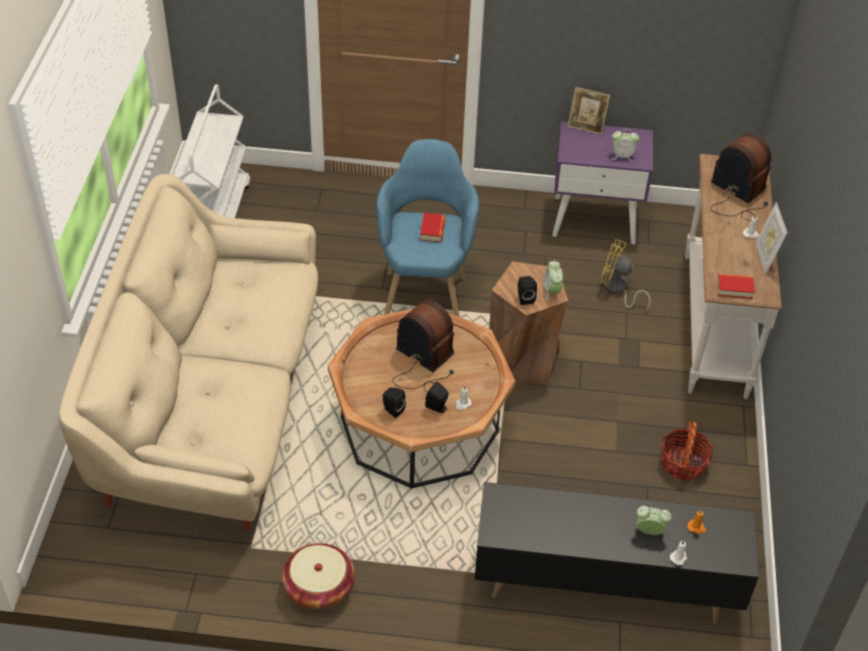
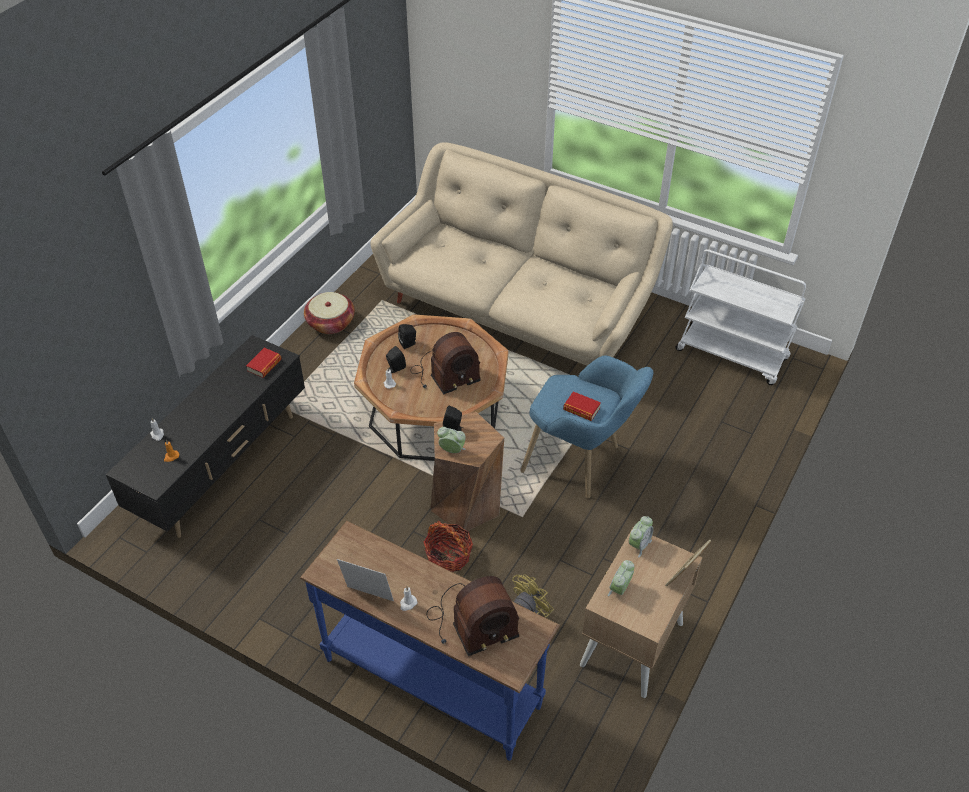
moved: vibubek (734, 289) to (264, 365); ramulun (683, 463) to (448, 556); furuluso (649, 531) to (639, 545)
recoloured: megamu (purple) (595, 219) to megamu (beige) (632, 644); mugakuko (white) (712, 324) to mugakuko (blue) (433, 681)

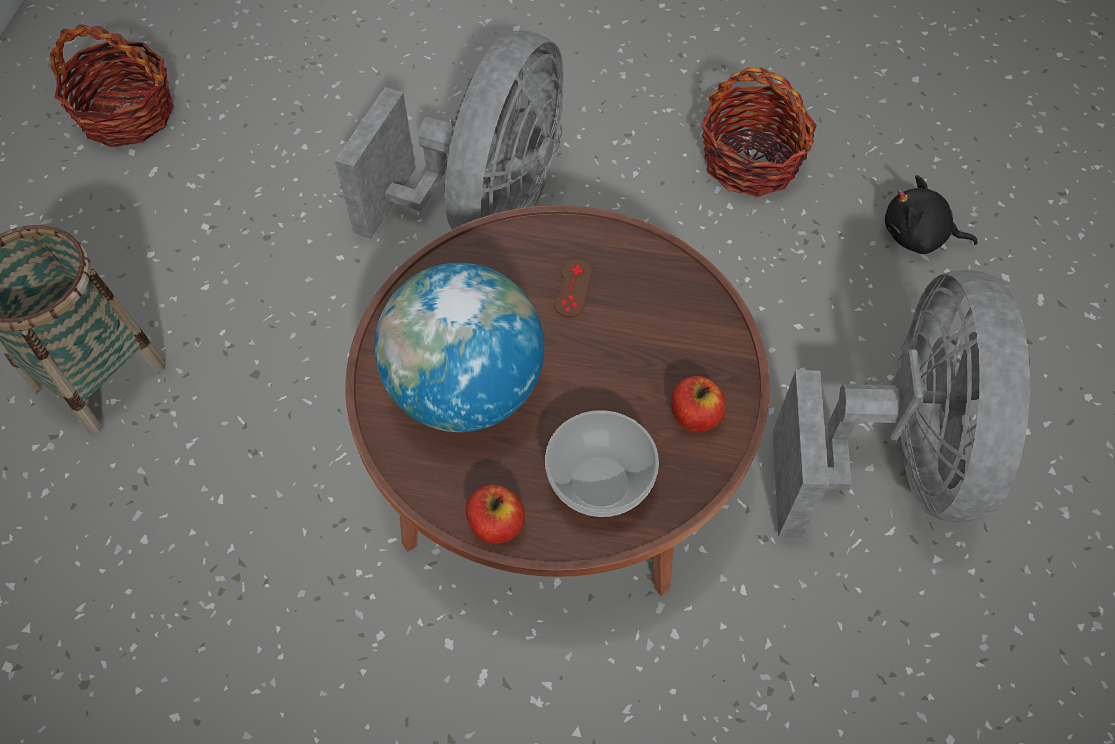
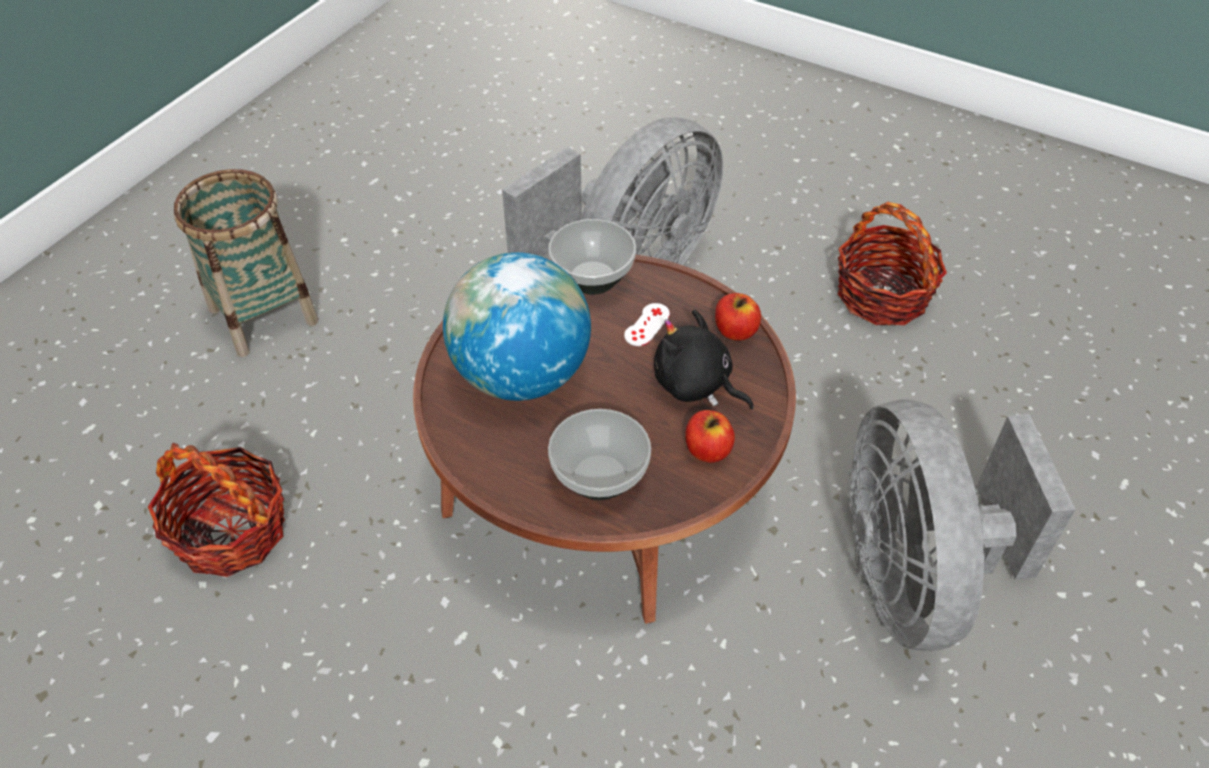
added: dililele (593, 278)
moved: ramulun (127, 115) to (230, 531); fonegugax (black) (918, 236) to (695, 385); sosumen (496, 524) to (735, 331)
recoloured: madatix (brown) (573, 288) to madatix (white) (647, 325)
turned: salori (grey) (890, 458) = (913, 576) 150 degrees clockwise

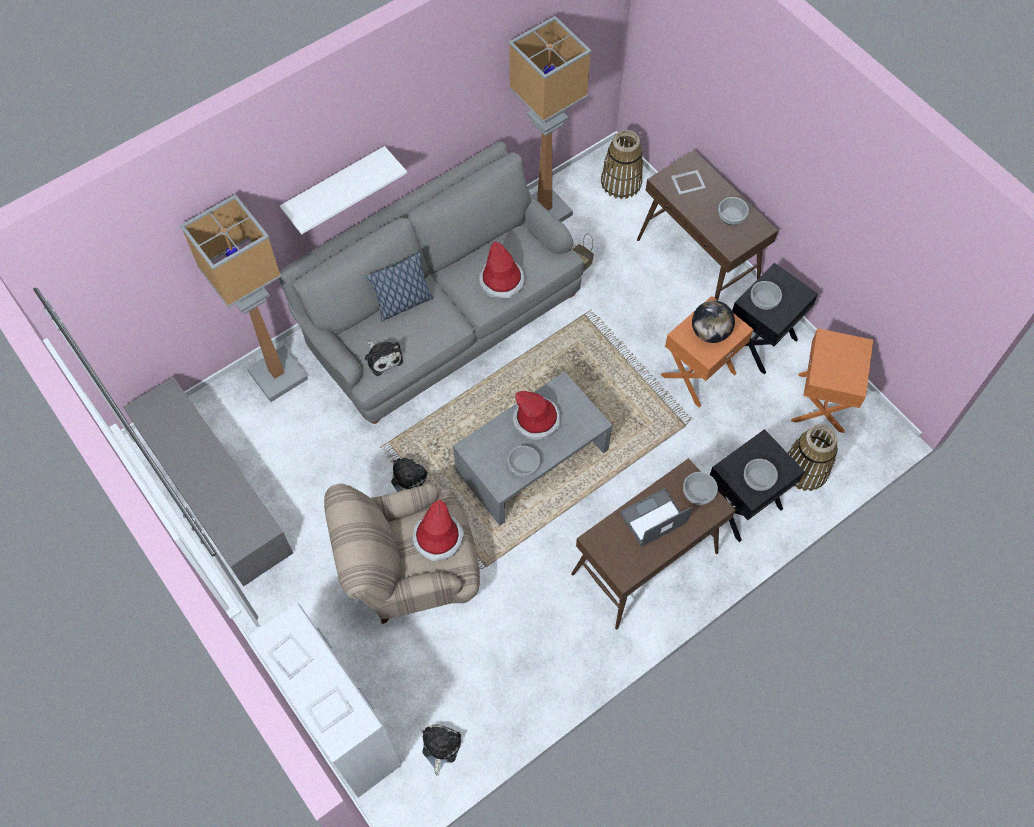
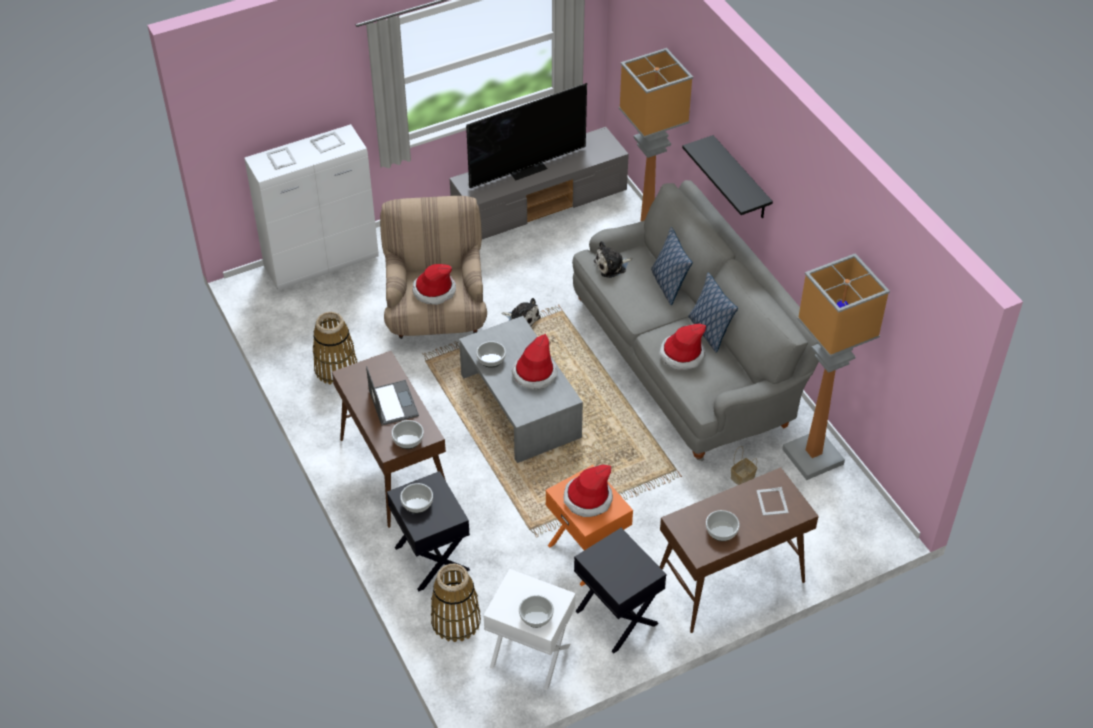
removed: fonegugax (440, 747)
added: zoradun (527, 168); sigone (709, 331)
moved: ramulun (621, 183) to (336, 368); dililele (764, 300) to (535, 616)
replaced: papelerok (710, 332) to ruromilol (588, 499)
recoloured: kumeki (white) (335, 186) to kumeki (black) (741, 179); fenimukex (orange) (822, 403) to fenimukex (white) (529, 656)

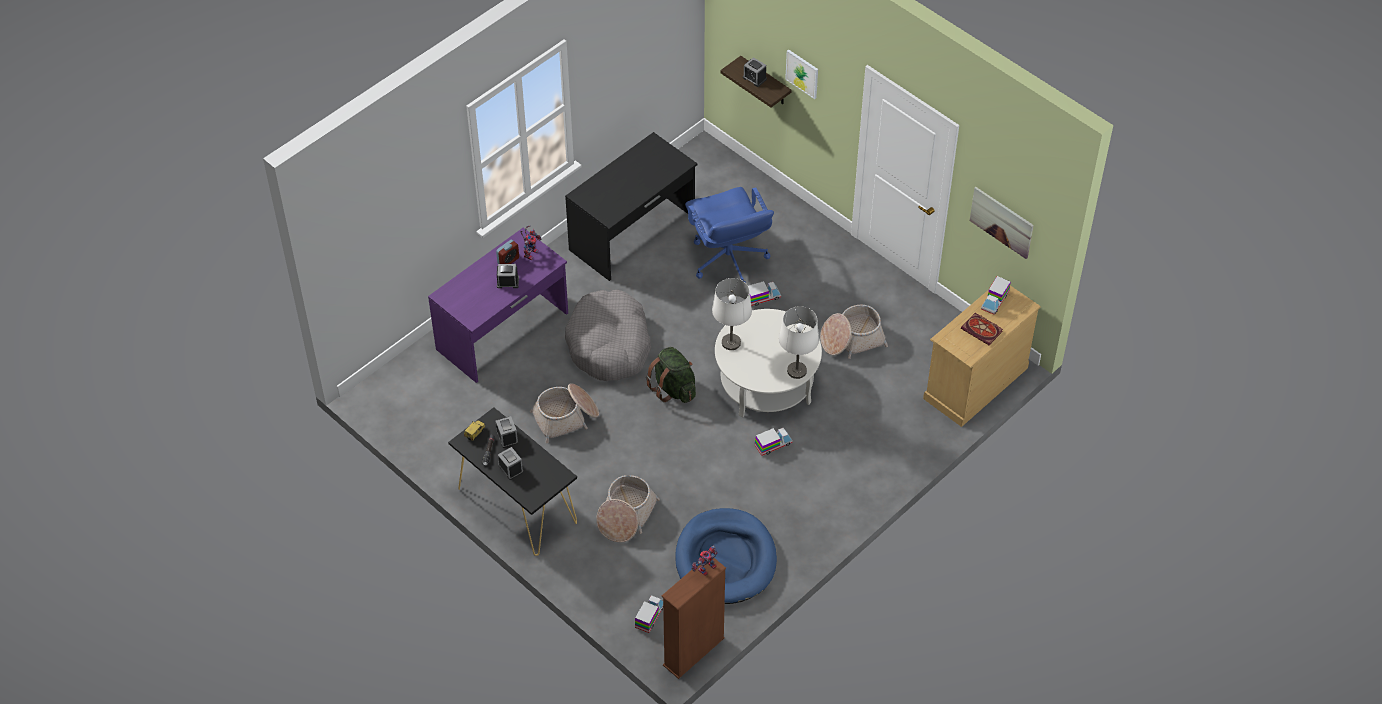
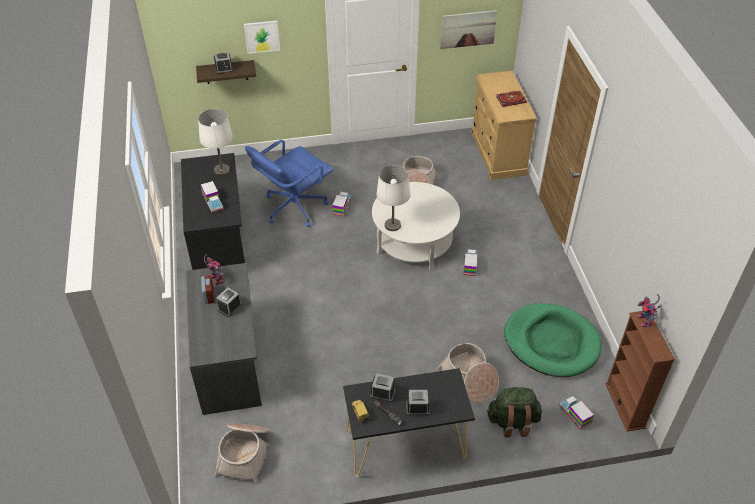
removed: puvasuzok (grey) (609, 345)
moved: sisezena (994, 301) to (213, 202); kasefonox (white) (796, 371) to (222, 170); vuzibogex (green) (673, 388) to (512, 422); ramulun (566, 417) to (245, 454)
recoloured: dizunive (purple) (503, 332) to dizunive (grey) (230, 361); puvasuzok (blue) (725, 559) to puvasuzok (green) (551, 342)
turned: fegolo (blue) (728, 260) = (294, 207) 120 degrees clockwise

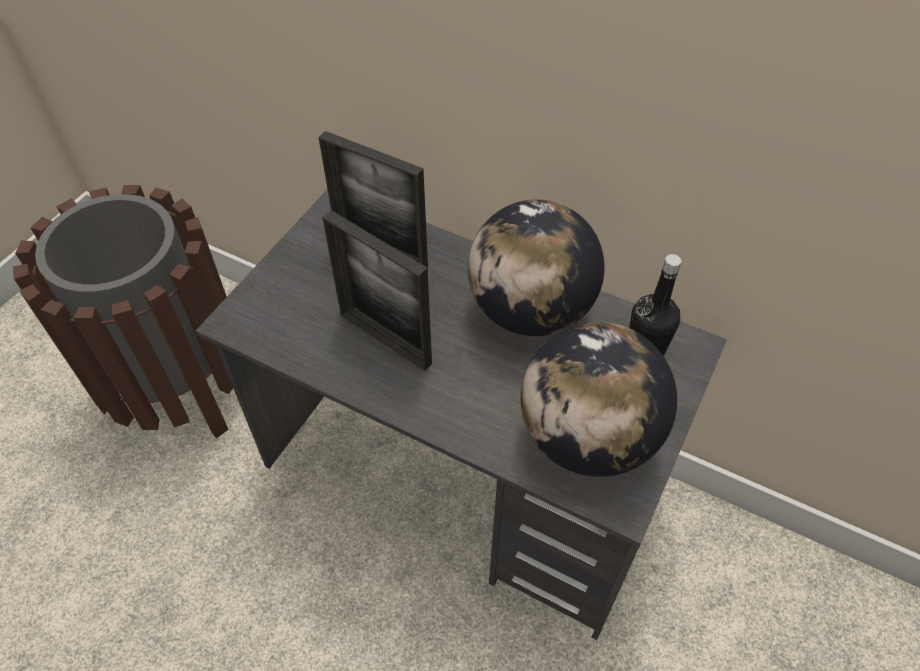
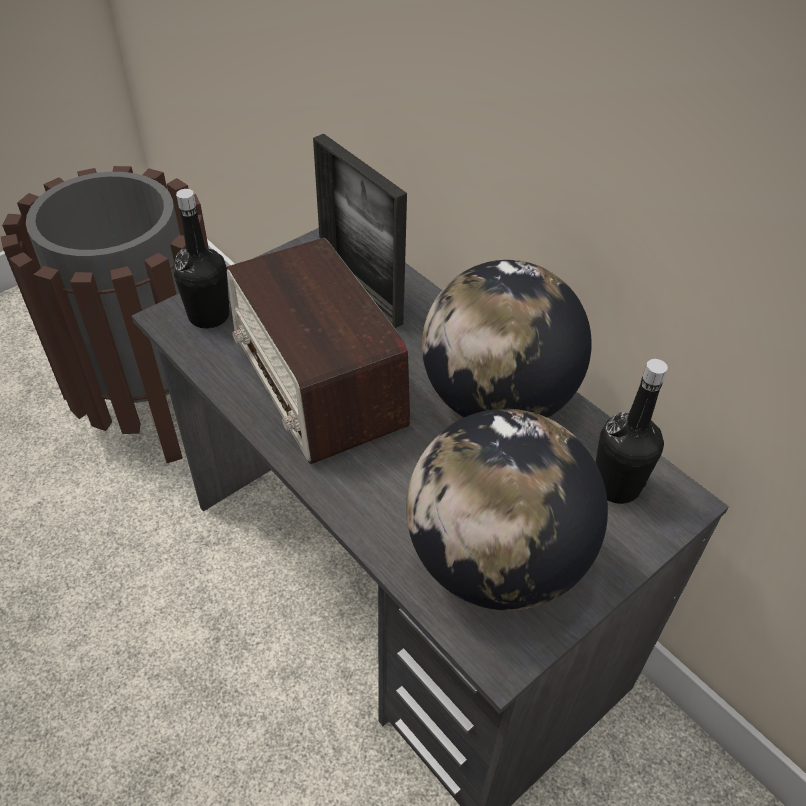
added: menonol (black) (209, 316)
replaced: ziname (385, 339) to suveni (318, 381)

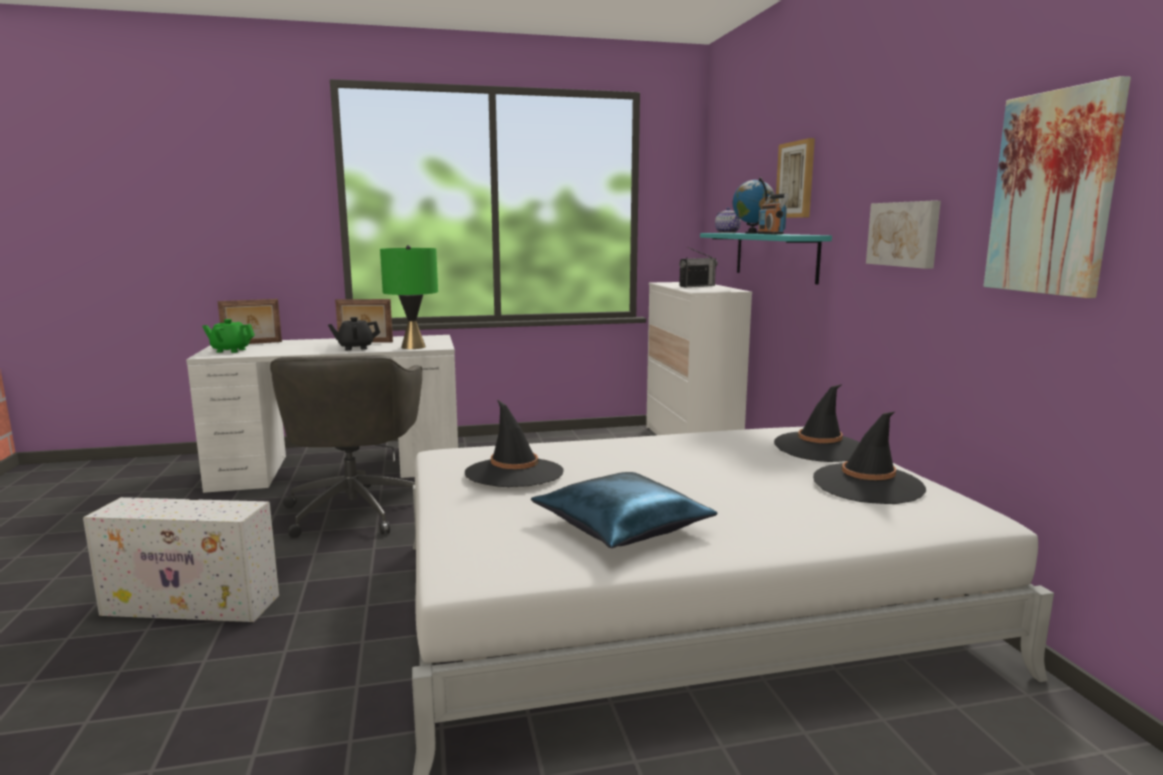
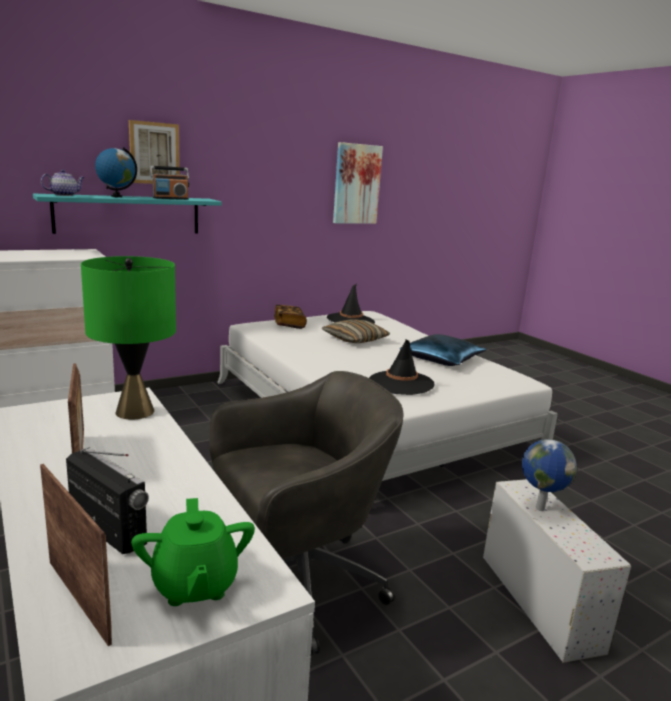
removed: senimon (904, 234); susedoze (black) (355, 348)
added: sigone (355, 339); papelerok (539, 508)
moved: suveni (697, 286) to (107, 529)
replaced: ruromilol (black) (819, 447) to vibubek (289, 324)

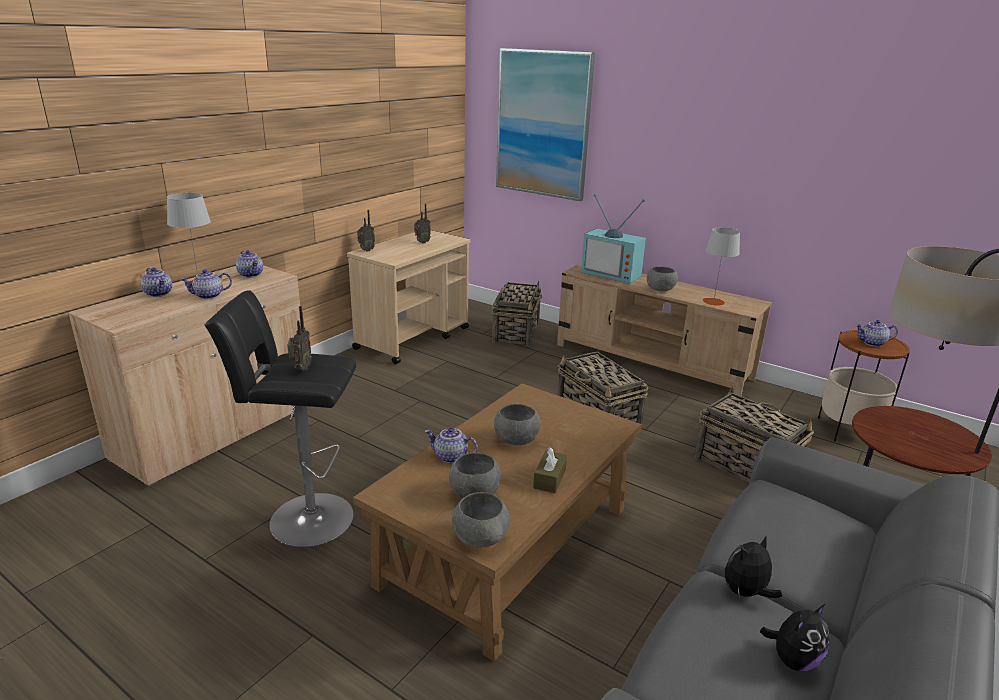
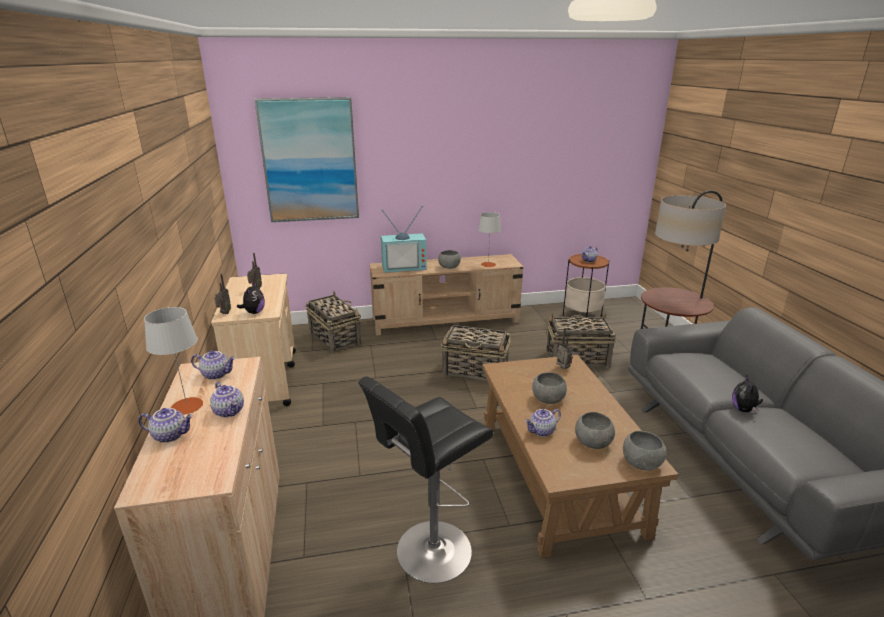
removed: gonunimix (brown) (549, 479)
moved: suveni (300, 370) to (562, 368); fonegugax (793, 659) to (254, 312)
turned: susedoze (208, 296) = (230, 411) 60 degrees counterclockwise

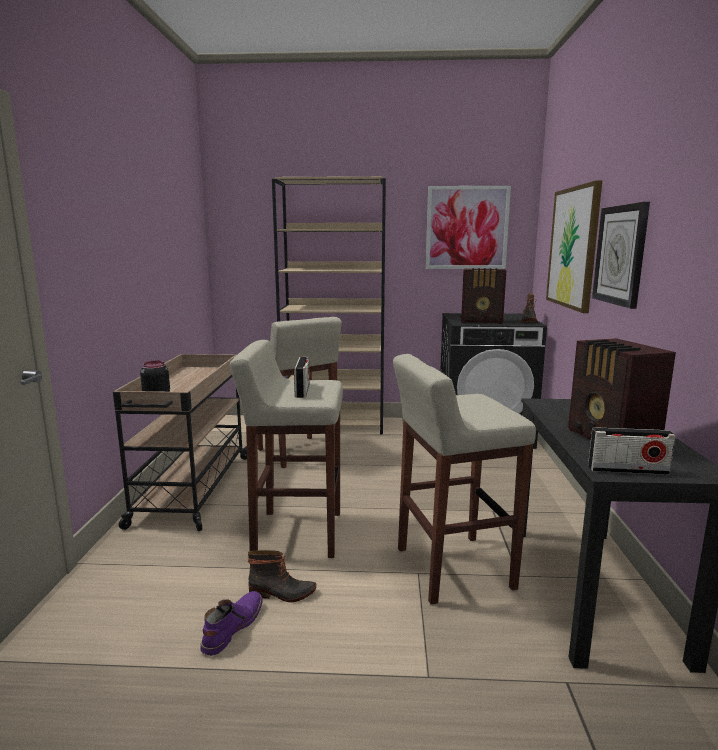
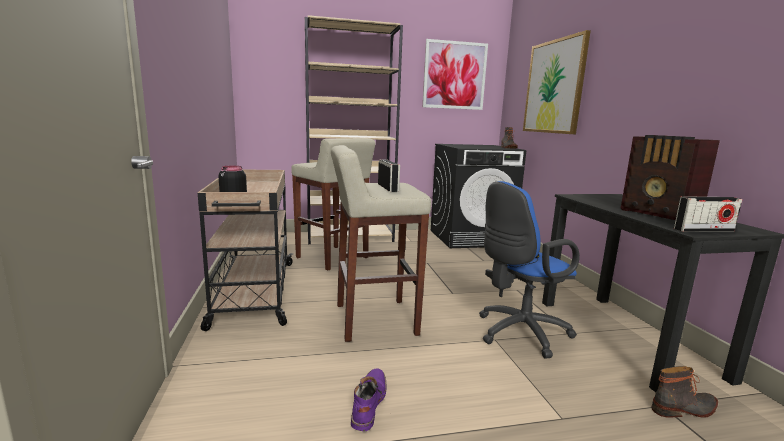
removed: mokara (620, 255); suveni (482, 321)
moved: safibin (282, 593) to (684, 409)
replaced: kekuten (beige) (451, 568) to fegolo (blue) (518, 333)

